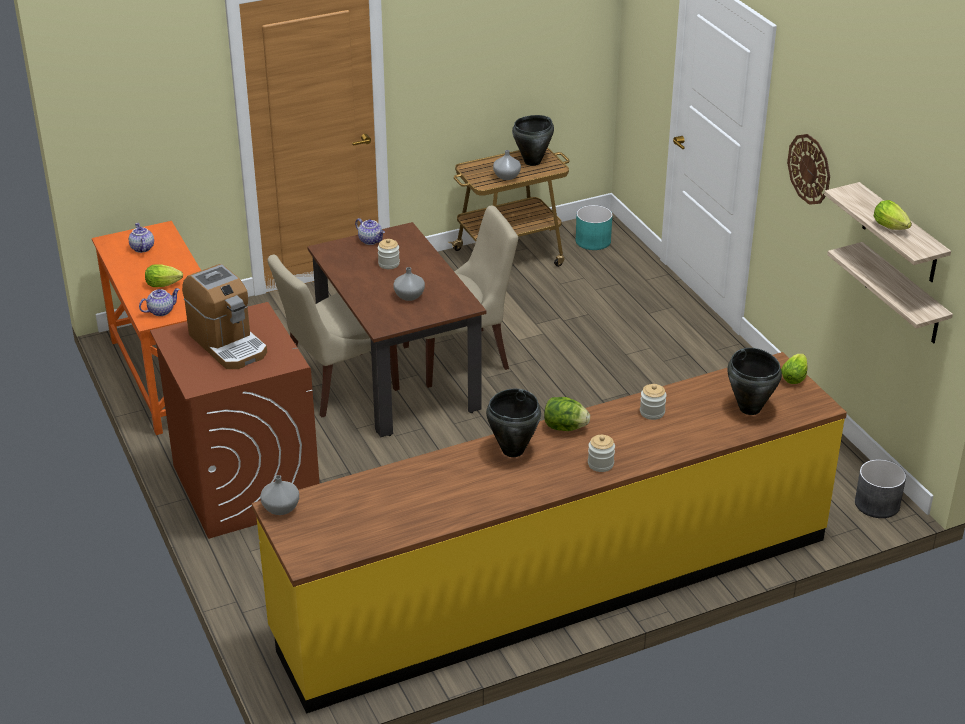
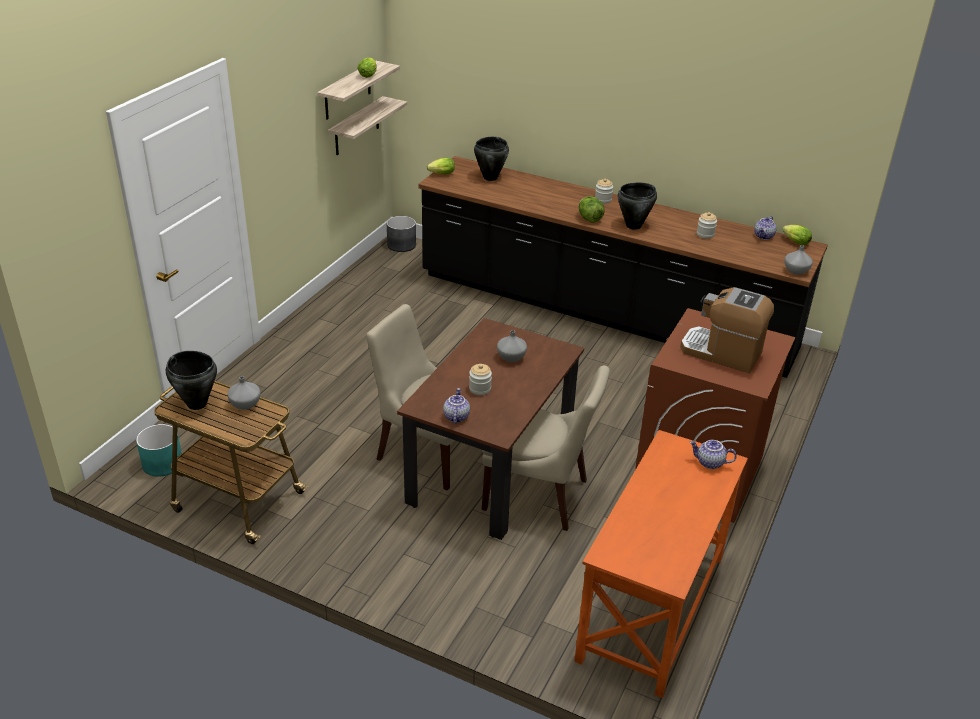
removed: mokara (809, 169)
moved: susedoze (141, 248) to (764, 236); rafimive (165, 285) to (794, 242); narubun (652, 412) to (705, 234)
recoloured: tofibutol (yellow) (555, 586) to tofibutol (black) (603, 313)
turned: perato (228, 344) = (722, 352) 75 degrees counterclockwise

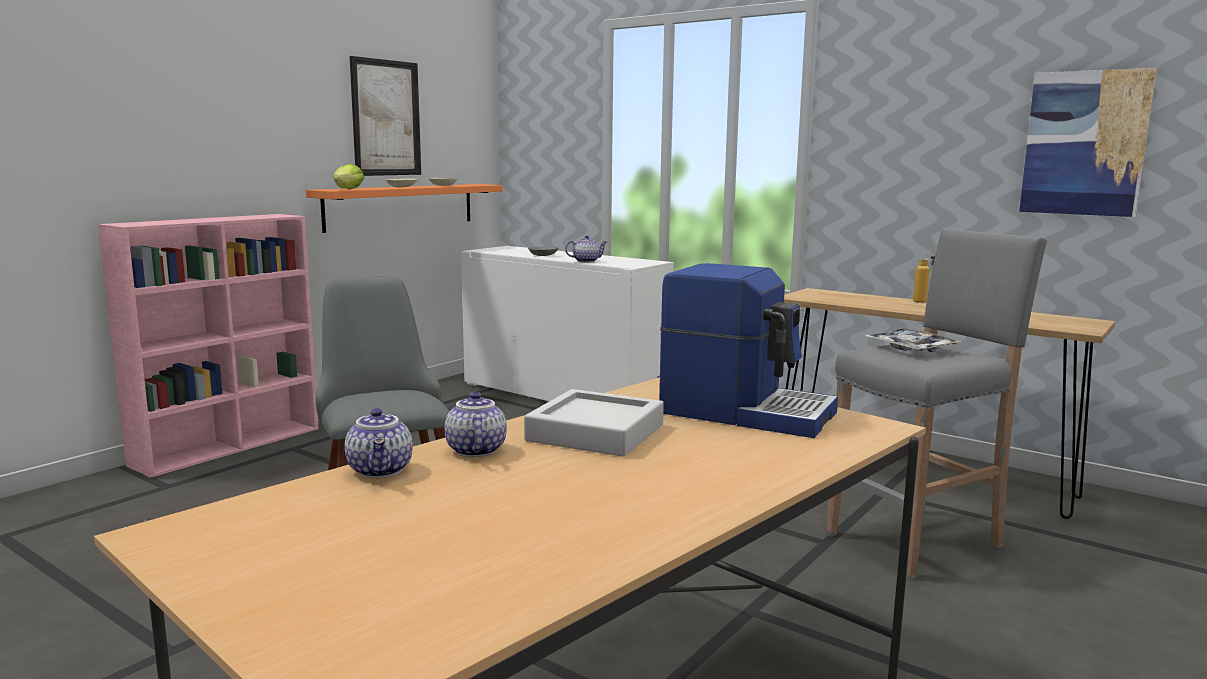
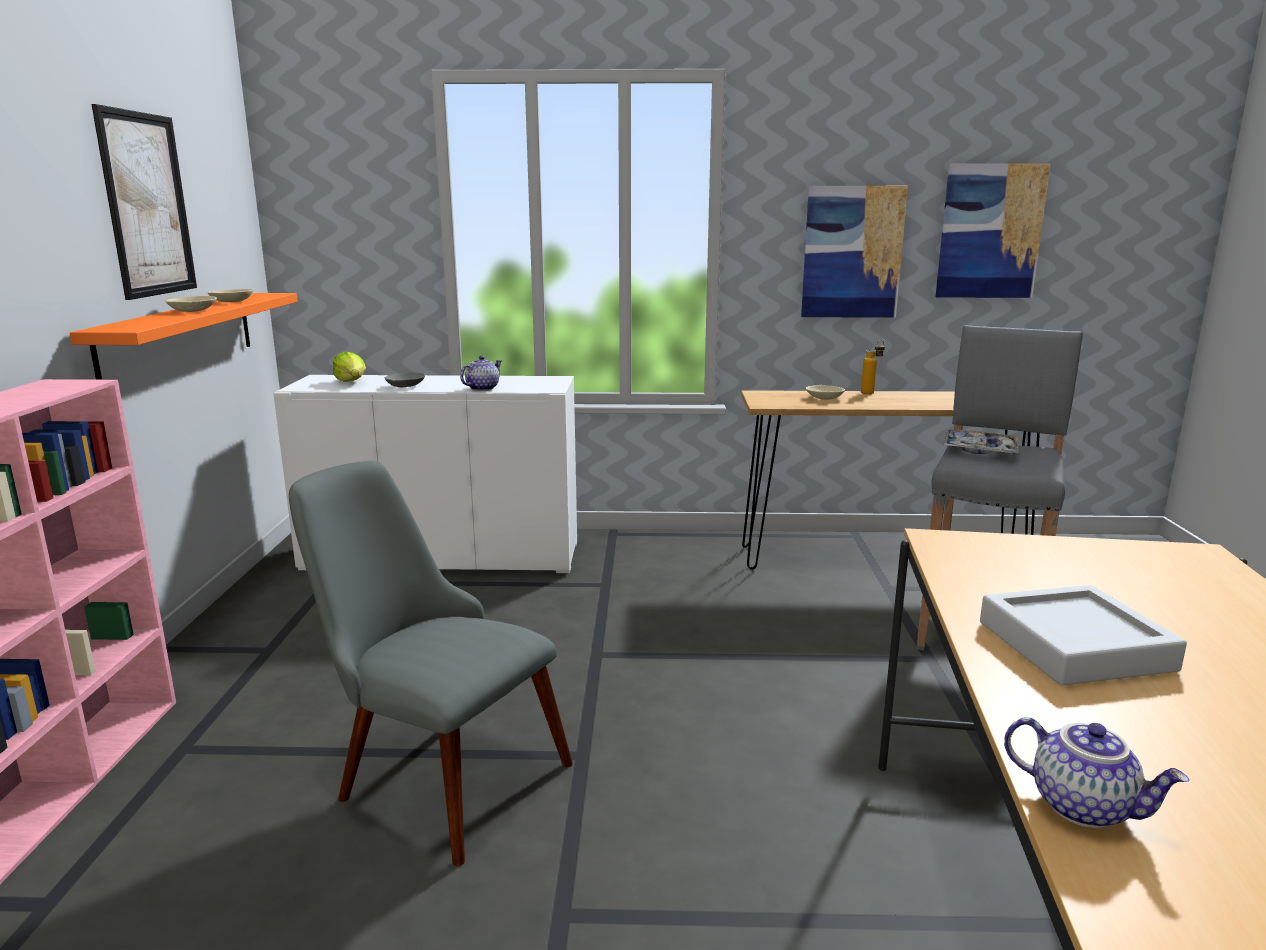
removed: perato (746, 412); susedoze (474, 450)
added: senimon (852, 252); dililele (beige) (824, 398)
moved: rafimive (348, 189) to (352, 382)

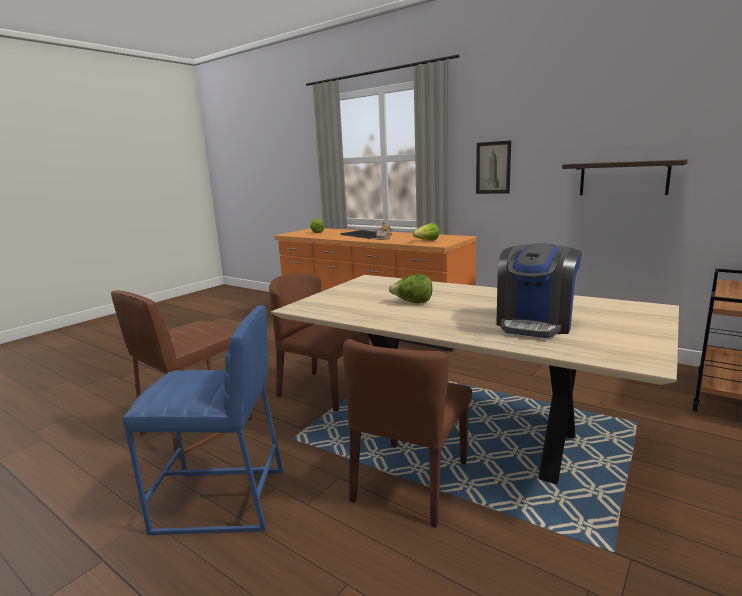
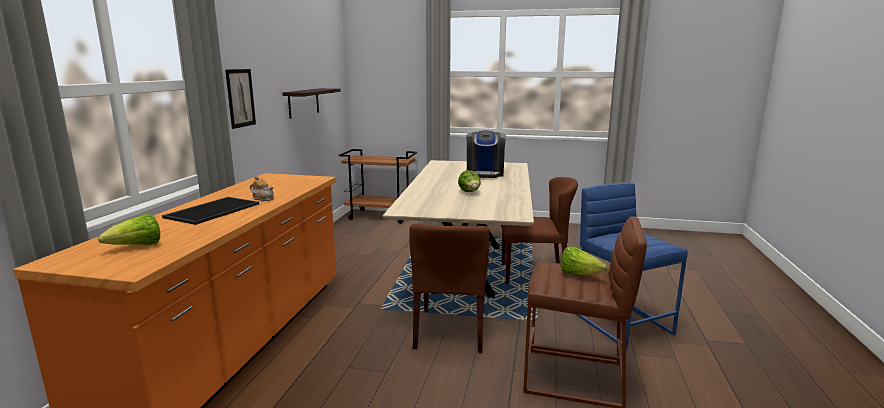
moved: rafimive (427, 241) to (579, 274)
turned: perato (535, 323) = (485, 173) 90 degrees clockwise

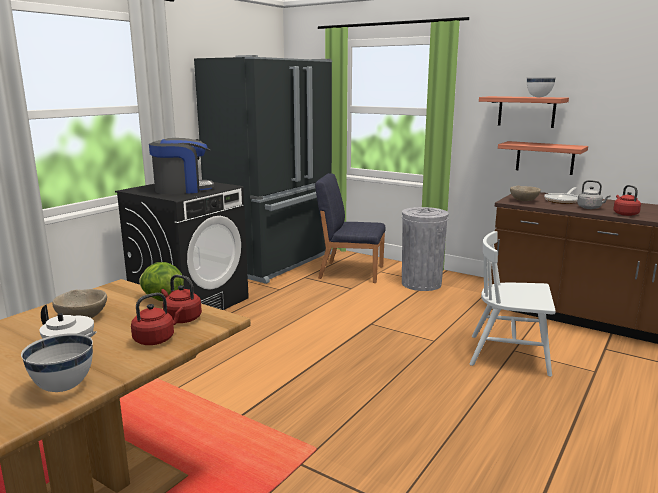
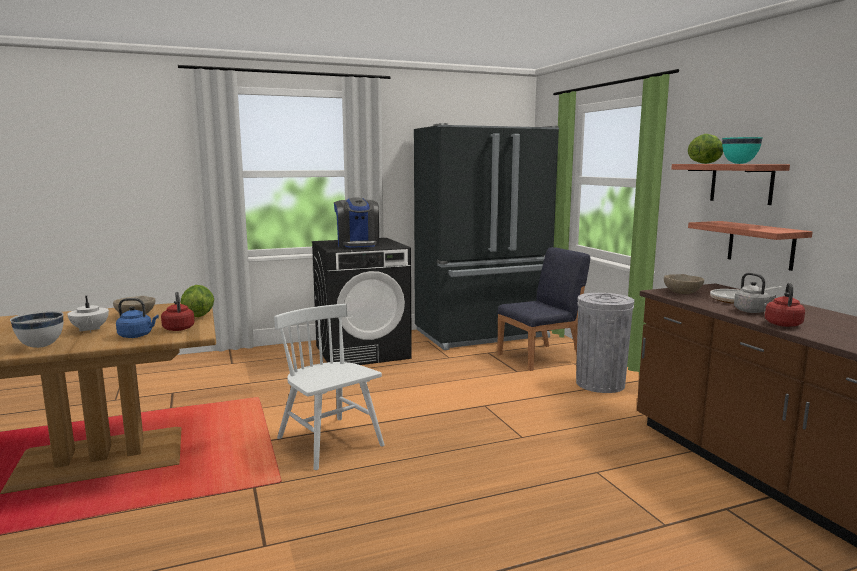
added: rafimive (705, 163)
moved: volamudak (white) (509, 355) to (330, 442)
recoloured: dililele (white) (538, 97) to dililele (turquoise) (739, 163); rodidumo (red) (156, 339) to rodidumo (blue) (137, 336)
turned: perato (182, 189) = (358, 244) 60 degrees clockwise; volamudak (blue) (350, 272) = (540, 357) 105 degrees clockwise

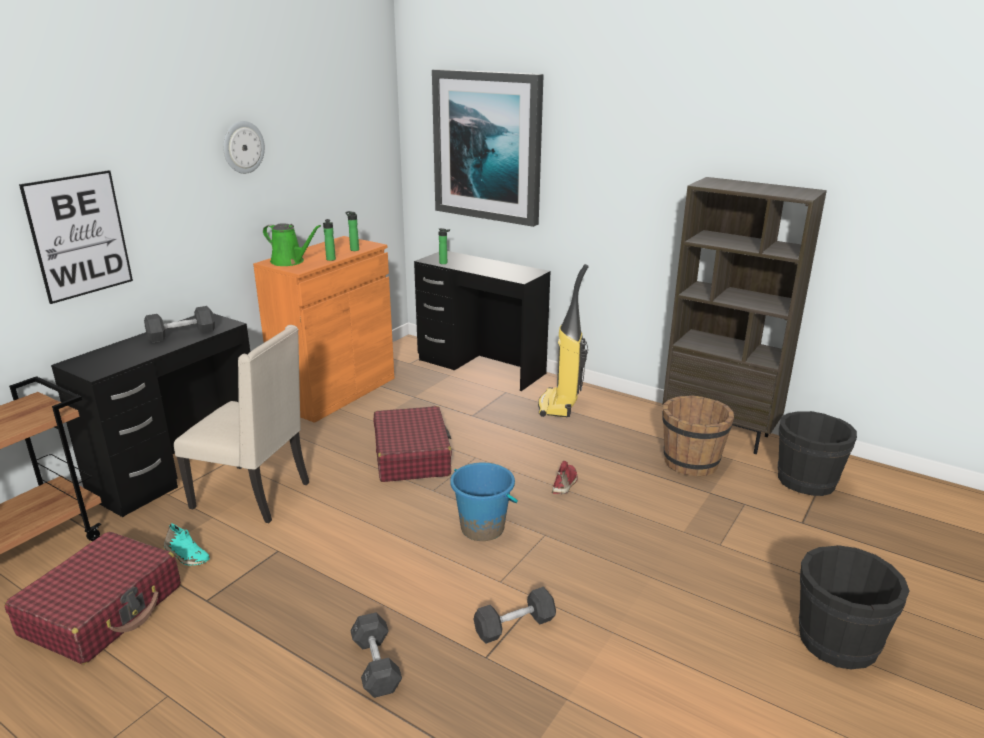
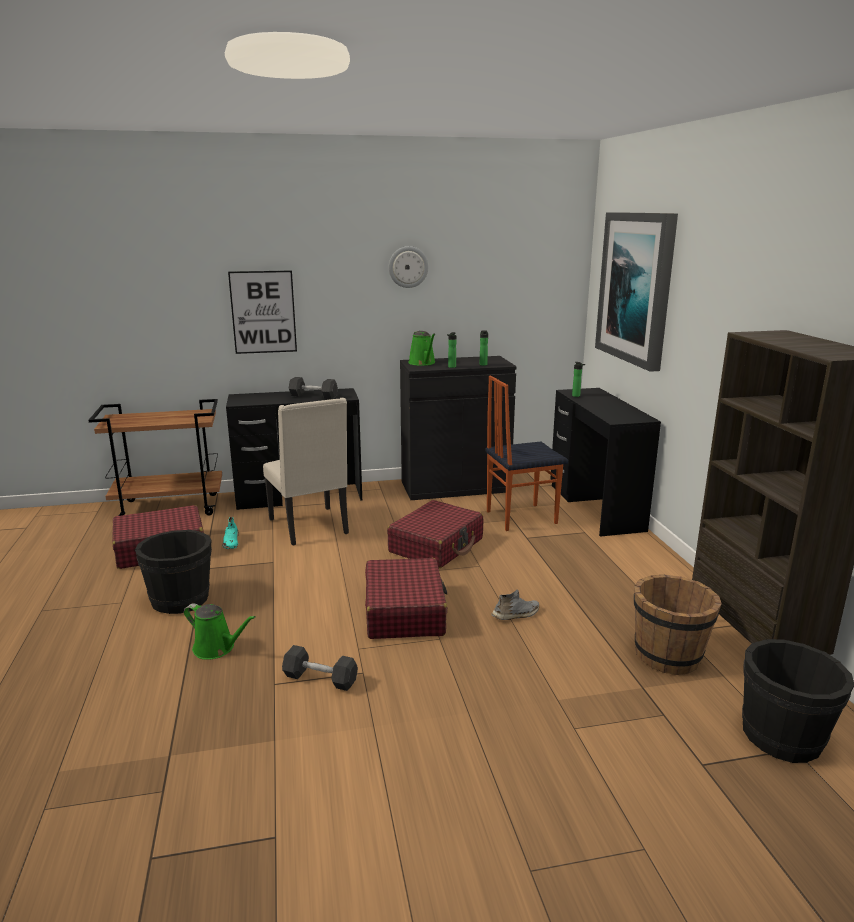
removed: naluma (559, 405)
added: volamudak (520, 517)
moved: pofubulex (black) (836, 641) to (181, 599)
replaced: pofubulex (blue) (482, 528) to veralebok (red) (404, 611); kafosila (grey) (376, 665) to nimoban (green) (217, 648)
recoloured: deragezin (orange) (335, 392) to deragezin (black) (455, 486); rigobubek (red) (565, 484) to rigobubek (grey) (516, 615)

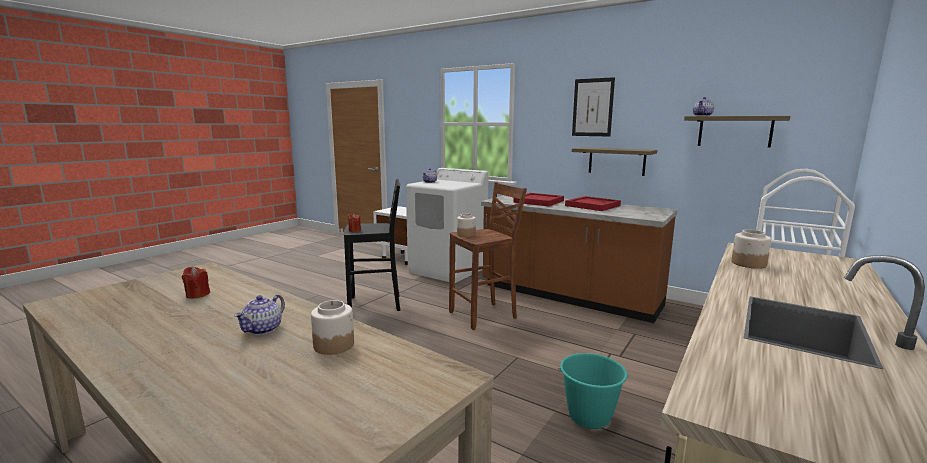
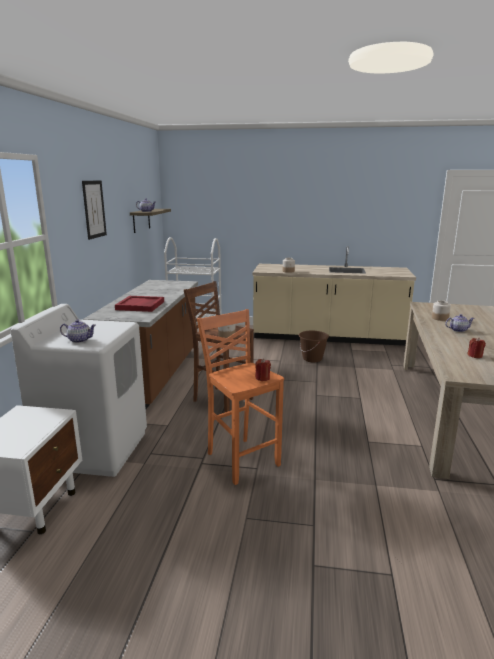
removed: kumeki (616, 161); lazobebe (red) (593, 205)
recoloured: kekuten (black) (376, 304) to kekuten (orange) (241, 459); pofubulex (turquoise) (589, 417) to pofubulex (brown) (312, 359)

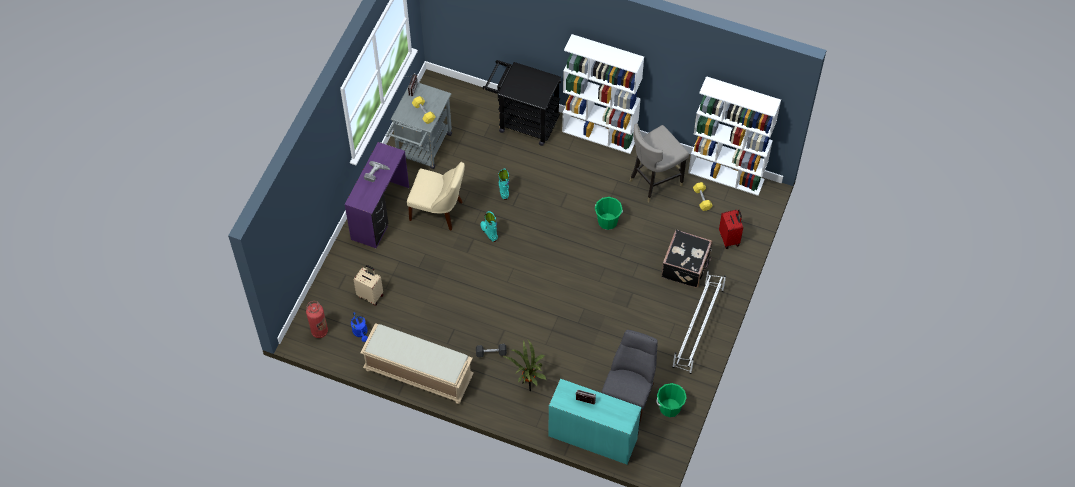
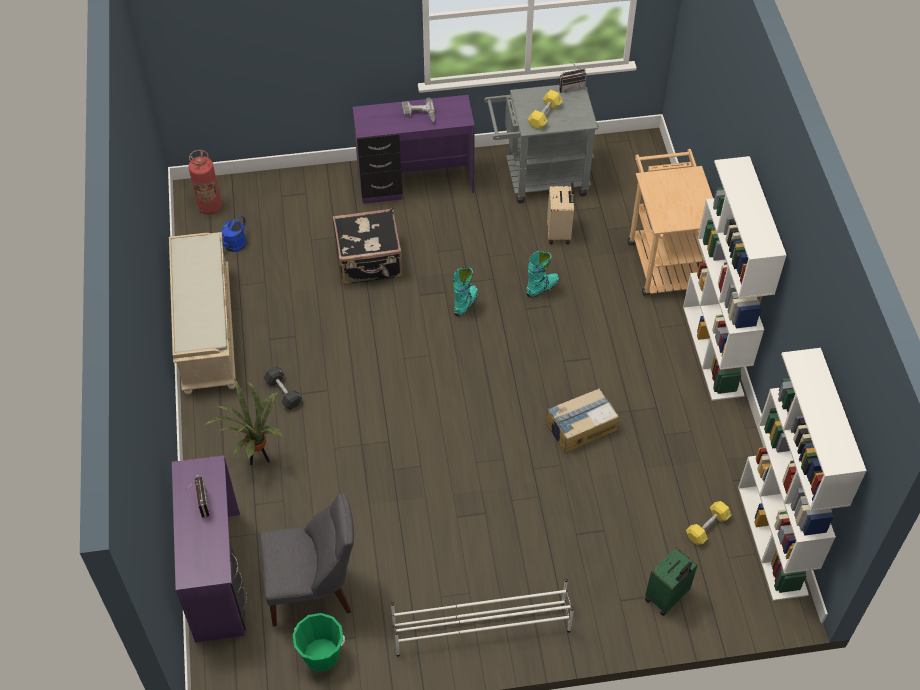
removed: kekuten (grey) (654, 181); volamudak (beige) (438, 211)
moved: veralebok (black) (686, 266) to (369, 262); veralebok (beige) (370, 295) to (559, 232)
replaced: pofubulex (green) (607, 221) to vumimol (580, 426)
recoloured: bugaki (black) (523, 122) to bugaki (beige) (663, 258); veralebok (red) (729, 238) to veralebok (green) (667, 597); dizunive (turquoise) (593, 436) to dizunive (purple) (219, 575)

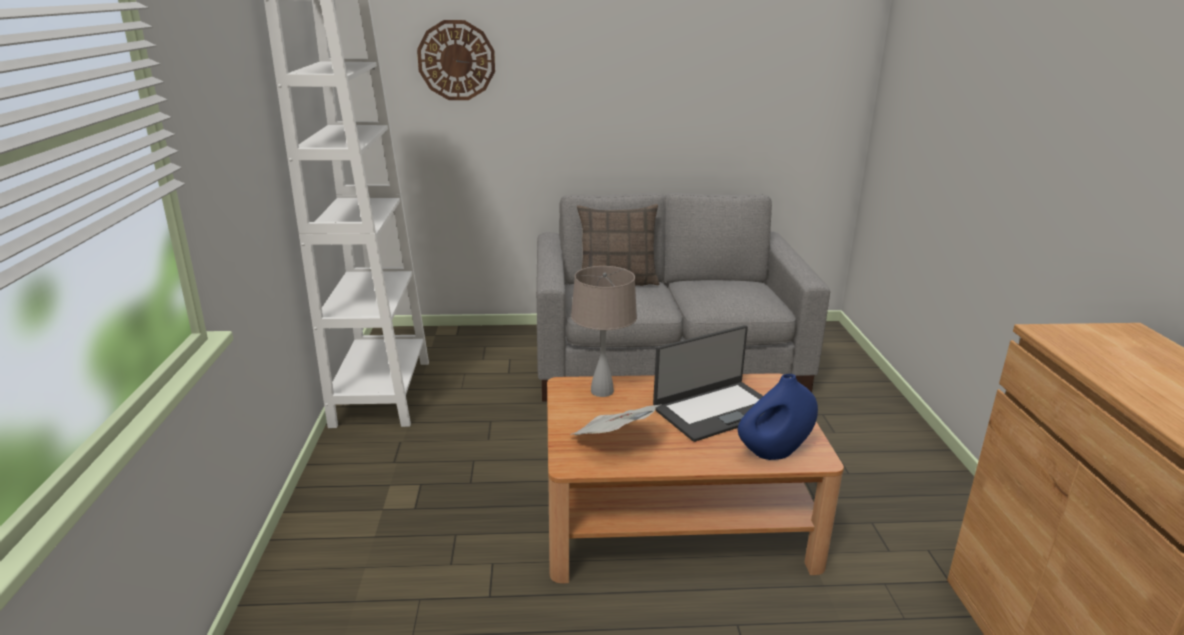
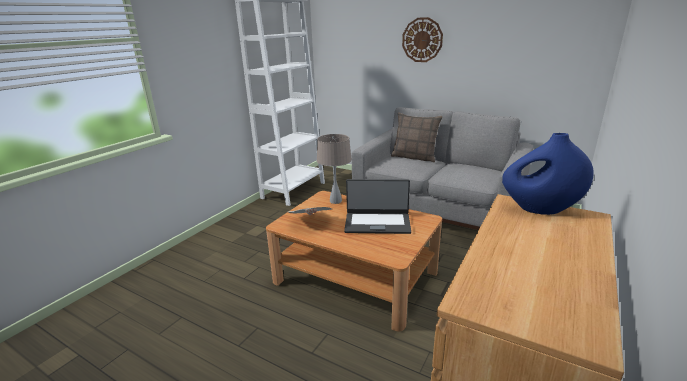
moved: mokara (456, 60) to (422, 40); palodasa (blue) (773, 453) to (539, 209)

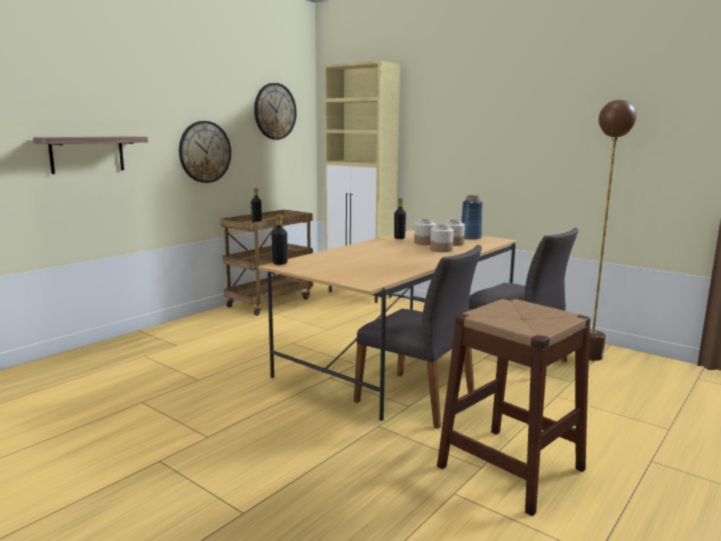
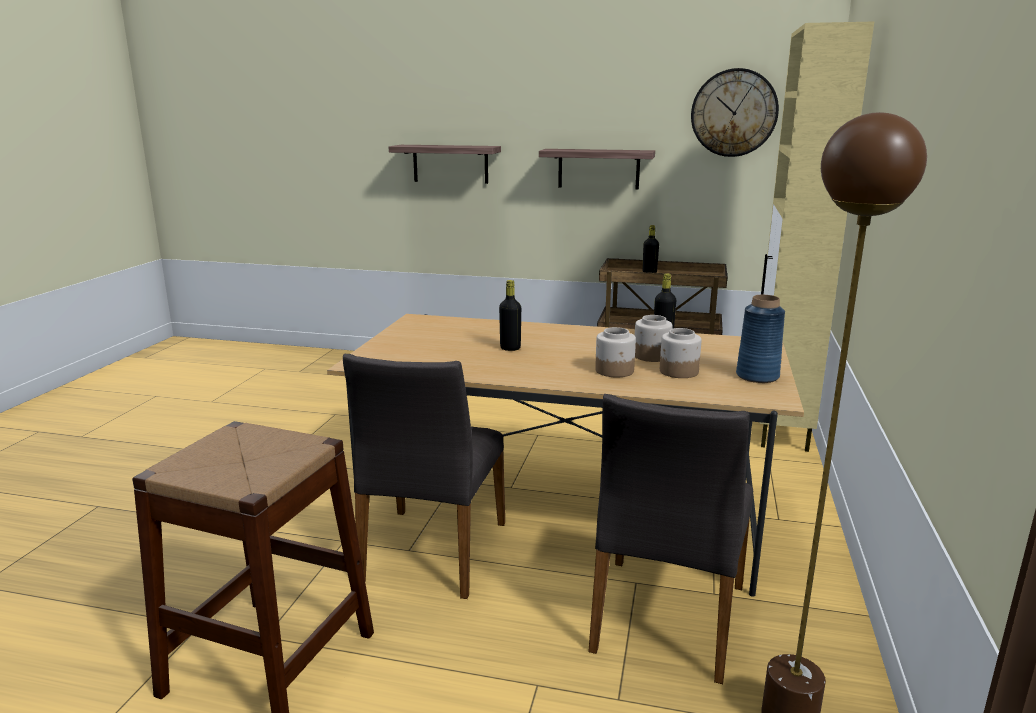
moved: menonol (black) (280, 263) to (510, 348)
replaced: mokara (204, 152) to kumeki (598, 169)

